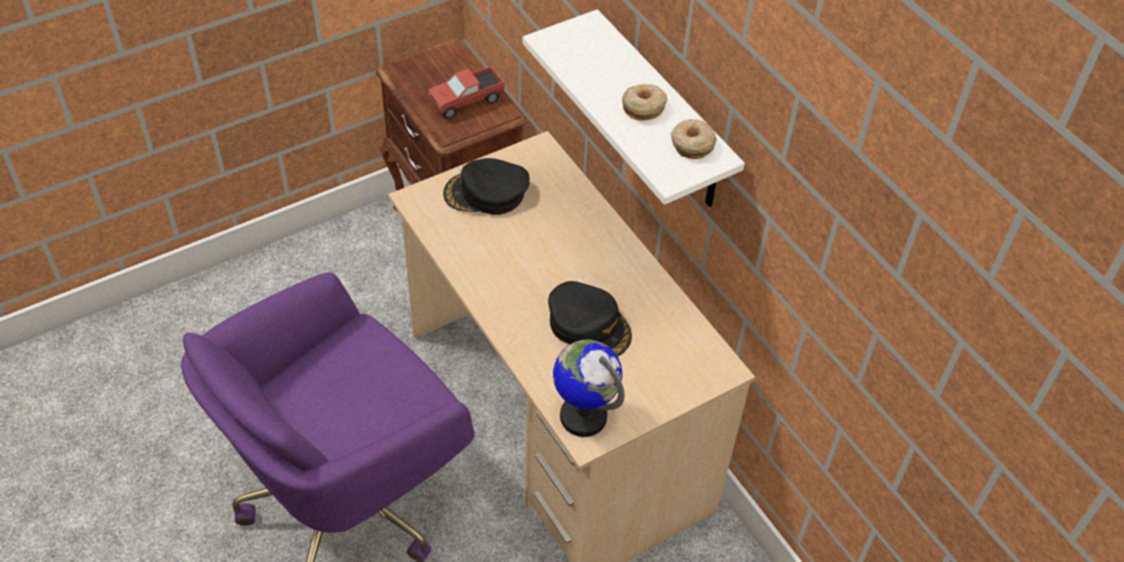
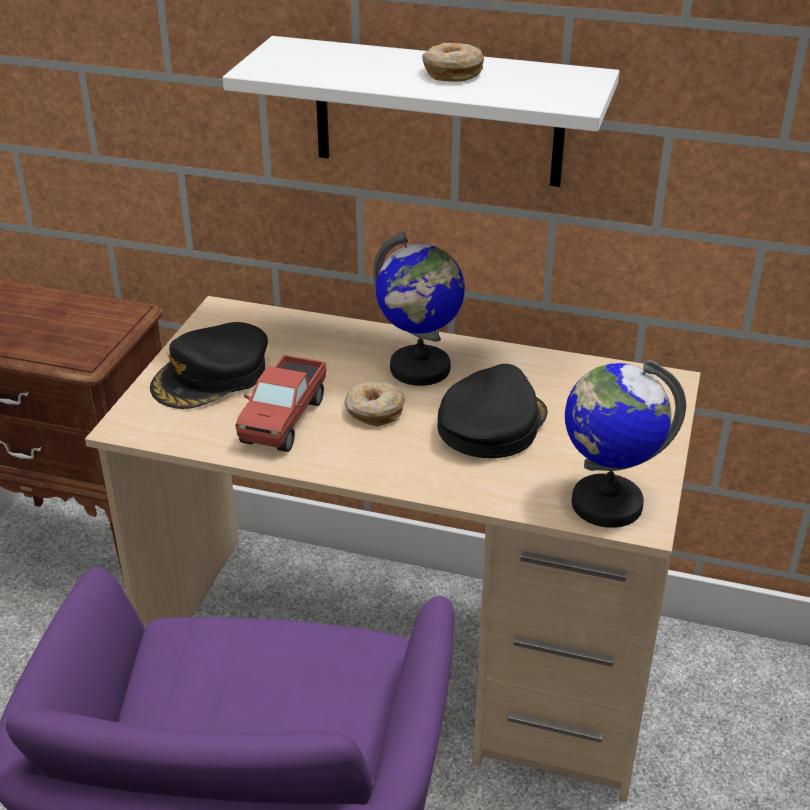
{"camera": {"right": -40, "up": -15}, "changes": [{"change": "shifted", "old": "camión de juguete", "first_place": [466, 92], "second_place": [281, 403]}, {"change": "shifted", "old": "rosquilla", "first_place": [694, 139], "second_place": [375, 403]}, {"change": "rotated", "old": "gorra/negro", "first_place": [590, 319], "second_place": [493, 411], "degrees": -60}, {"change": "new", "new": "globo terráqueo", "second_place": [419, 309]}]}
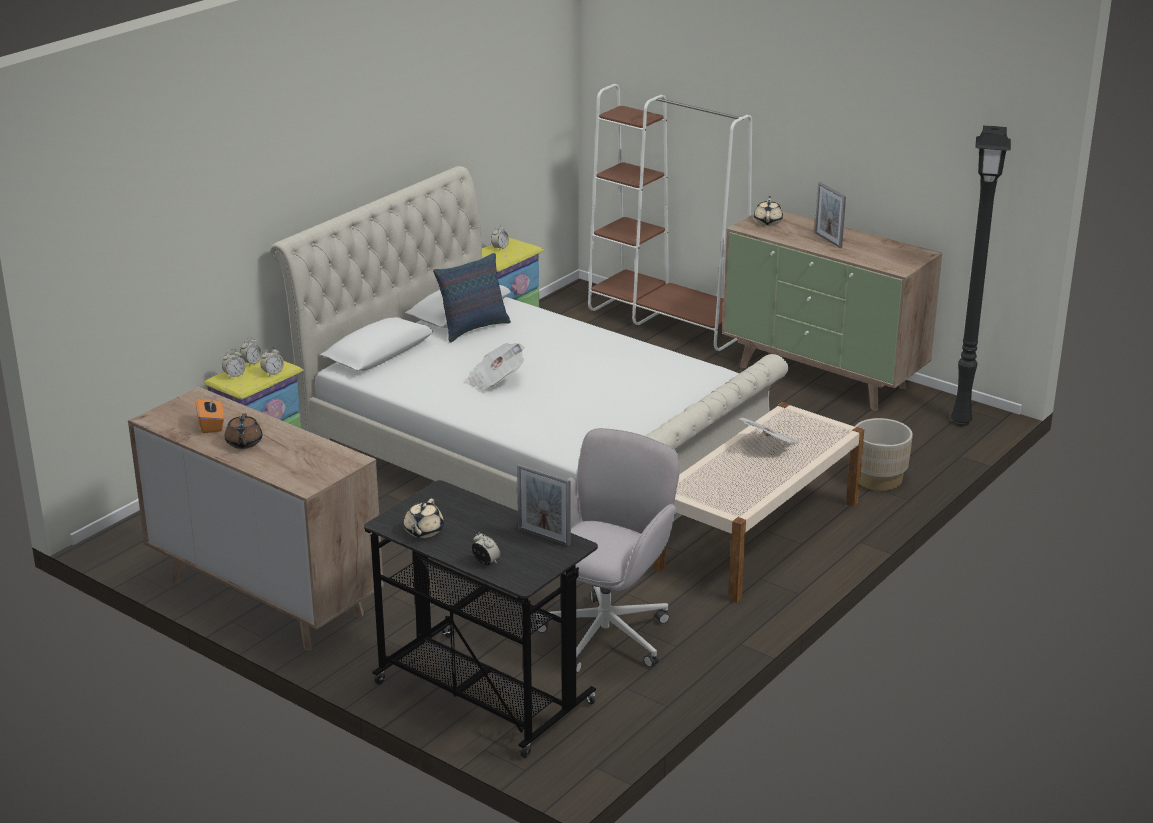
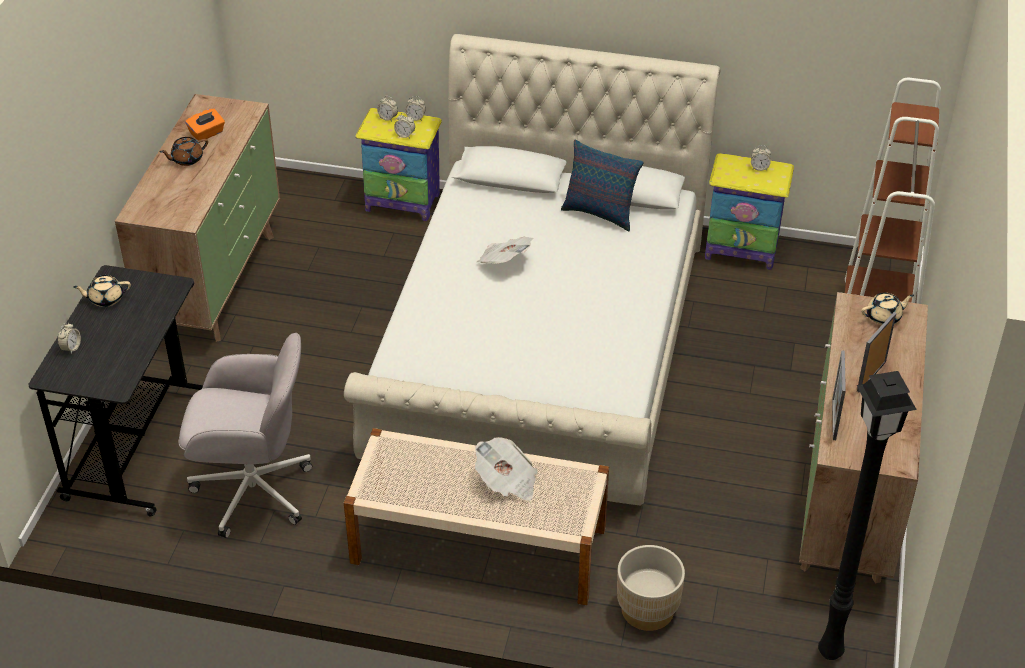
{"camera": {"right": 65, "up": 15}, "changes": [{"change": "shifted", "old": "portarretratos", "first_place": [544, 505], "second_place": [839, 395]}]}
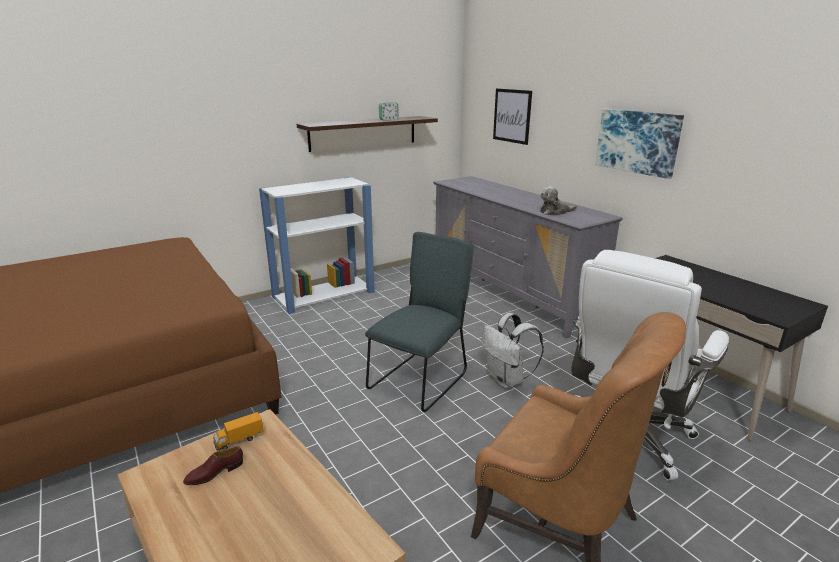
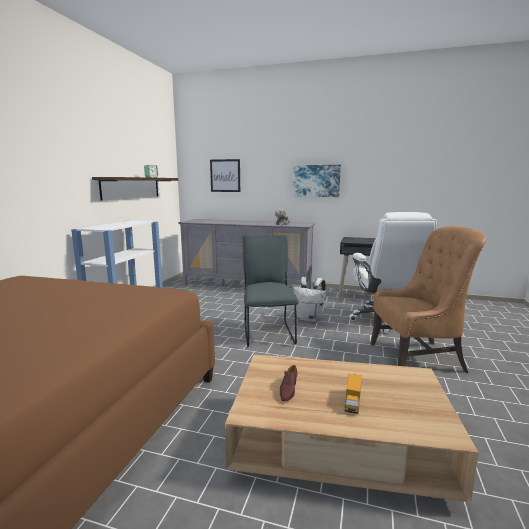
{"camera": {"right": -40, "up": -10}, "changes": [{"change": "shifted", "old": "camión de juguete", "first_place": [238, 431], "second_place": [353, 394]}]}
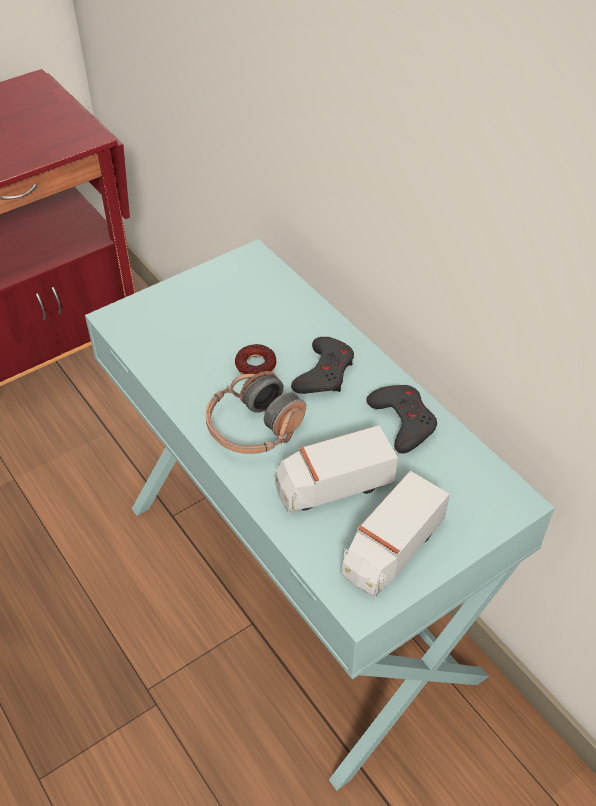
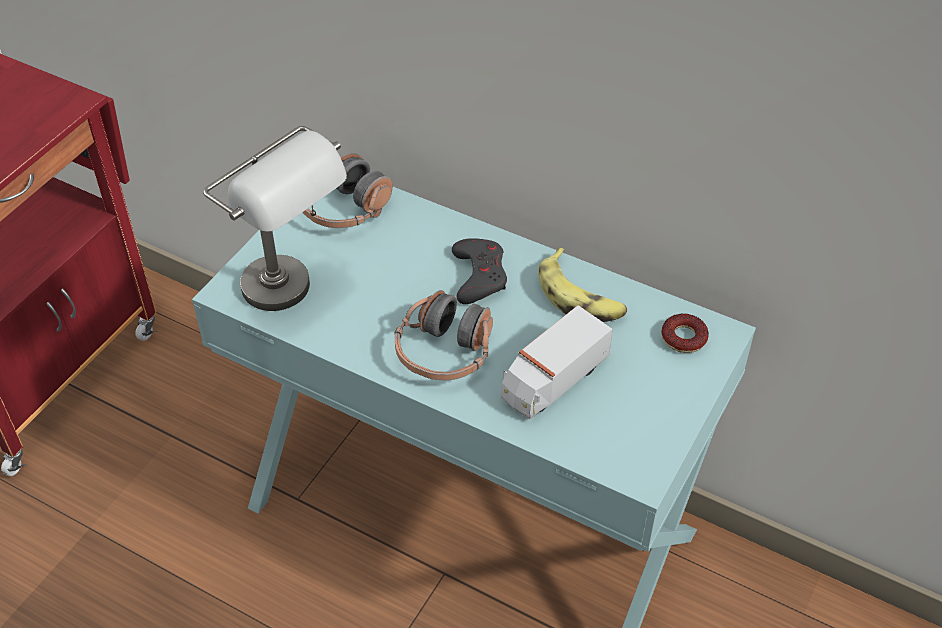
{"camera": {"right": -25, "up": 0}, "changes": [{"change": "shifted", "old": "rosquilla", "first_place": [255, 359], "second_place": [685, 333]}, {"change": "swapped", "old": "mando de consola/gris", "new": "plátano", "first_place": [402, 419], "second_place": [582, 285]}, {"change": "gone", "old": "camión de juguete", "first_place": [395, 534]}, {"change": "new", "new": "lámpara de mesa/gris", "second_place": [275, 218]}, {"change": "new", "new": "auriculares", "second_place": [347, 190]}]}
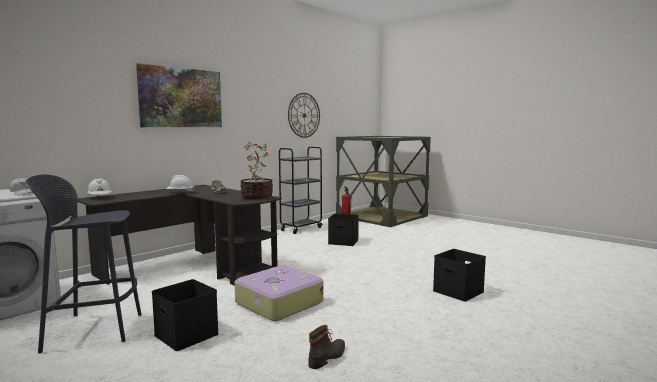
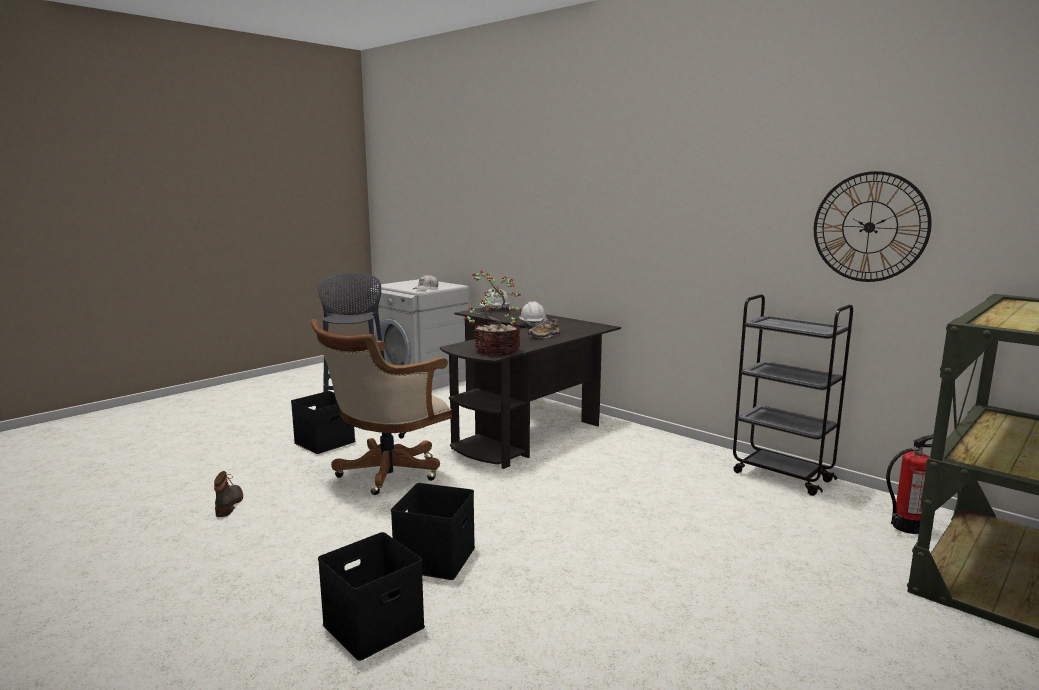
{"camera": {"right": 90, "up": 5}, "changes": [{"change": "gone", "old": "cuadro", "first_place": [179, 95]}, {"change": "shifted", "old": "caja de almacenaje/negro", "first_place": [343, 230], "second_place": [433, 531]}, {"change": "swapped", "old": "maleta", "new": "silla de oficina", "first_place": [279, 293], "second_place": [381, 407]}, {"change": "rotated", "old": "bota", "first_place": [327, 347], "second_place": [228, 494], "degrees": -135}]}
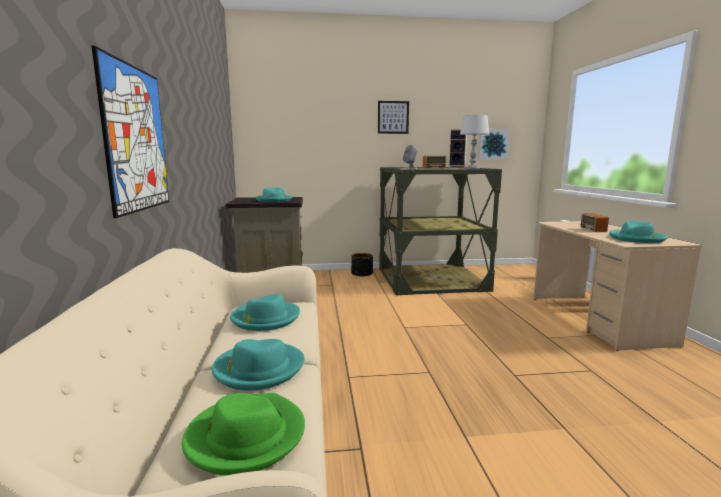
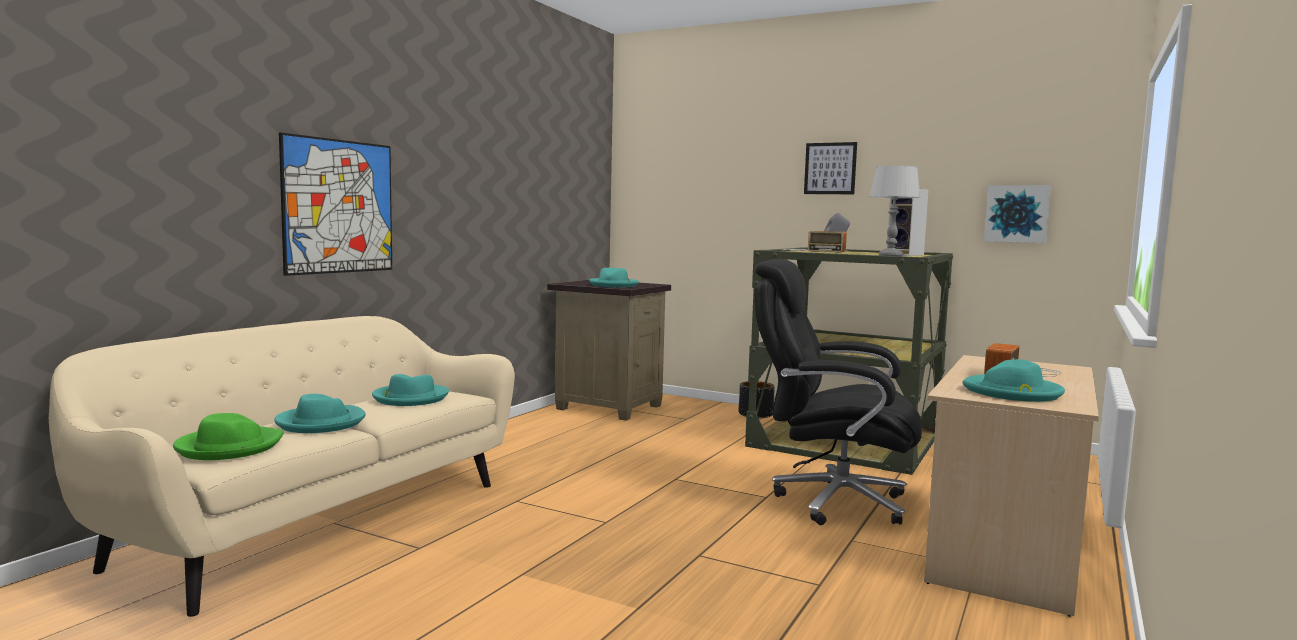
{"camera": {"right": 35, "up": -5}, "changes": [{"change": "new", "new": "silla de oficina/negro", "second_place": [838, 392]}]}
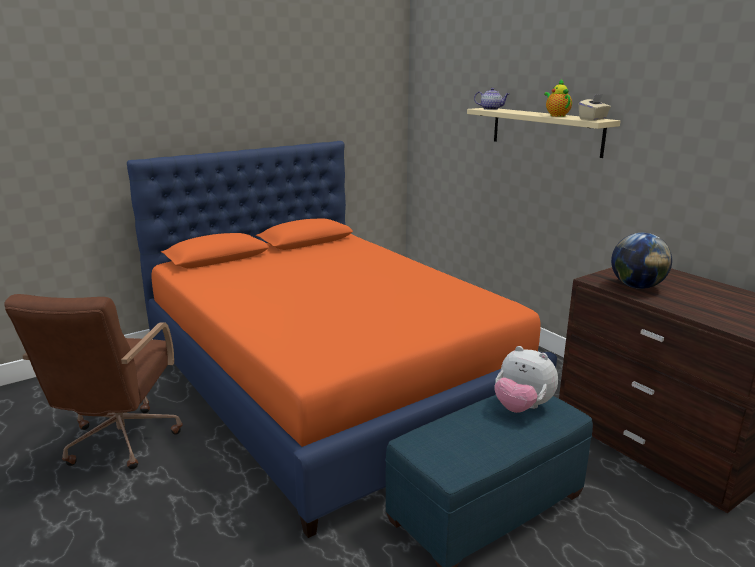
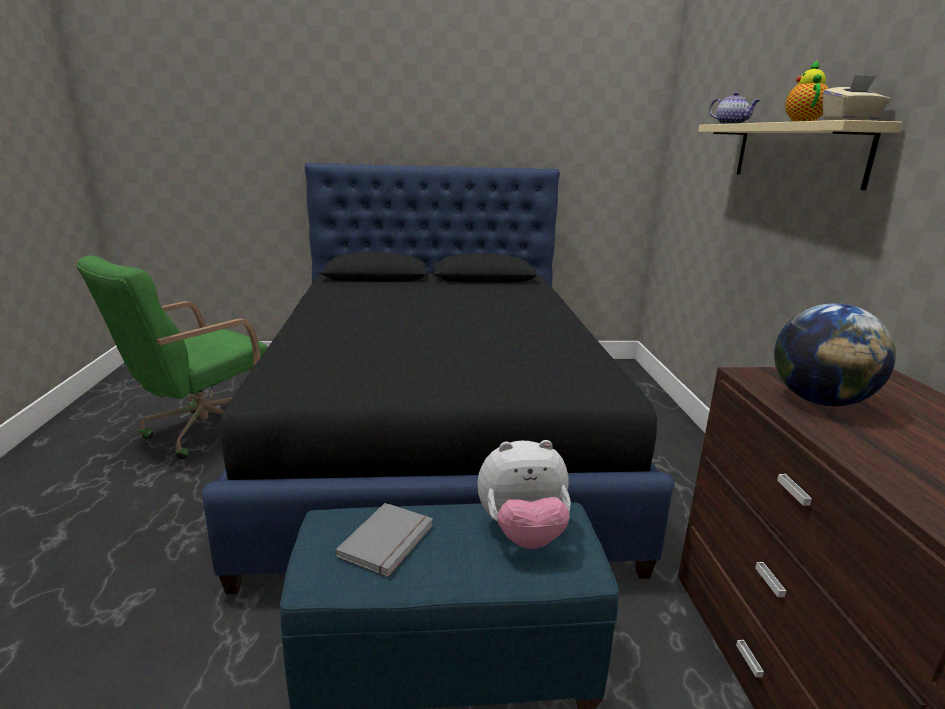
{"camera": {"right": 30, "up": 0}, "changes": [{"change": "repainted", "old": "cama/naranja", "new": "cama/negro", "first_place": [342, 339], "second_place": [438, 378]}, {"change": "repainted", "old": "silla de oficina/marrón", "new": "silla de oficina/verde", "first_place": [93, 381], "second_place": [172, 357]}, {"change": "rotated", "old": "peluche", "first_place": [526, 379], "second_place": [524, 494], "degrees": -75}, {"change": "new", "new": "libro/gris", "second_place": [384, 540]}]}
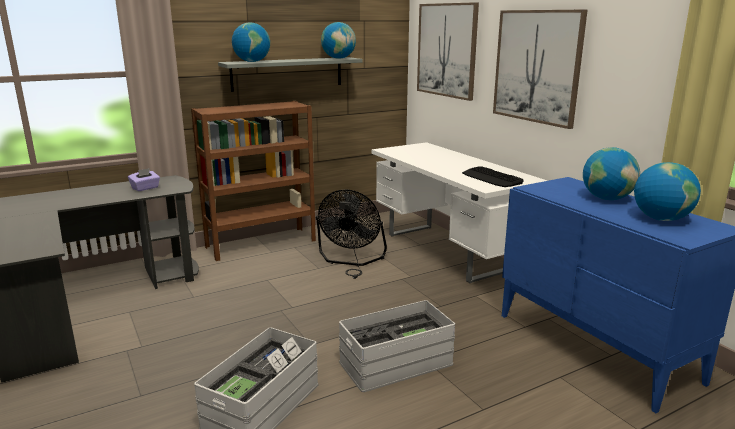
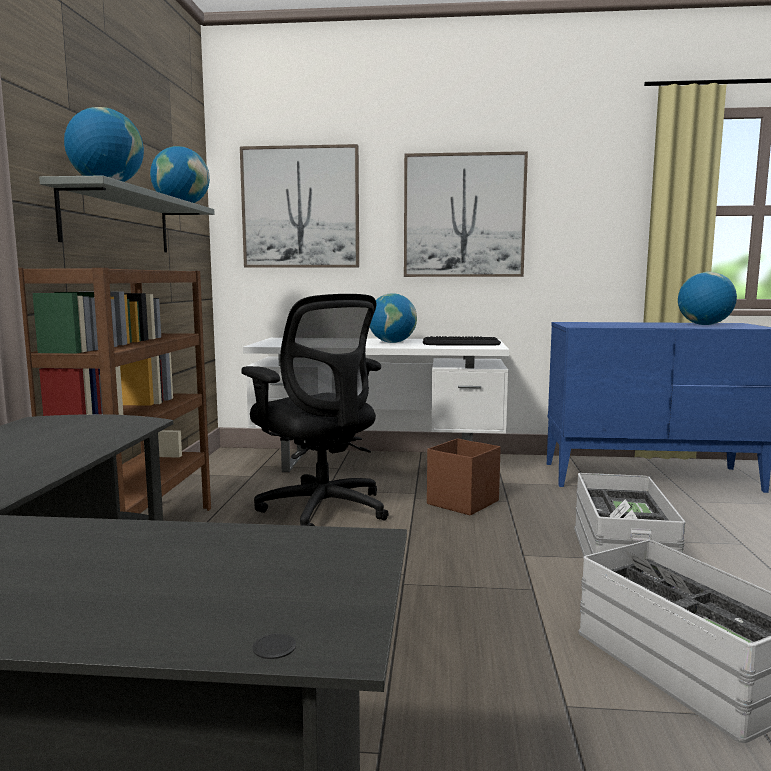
{"camera": {"right": -55, "up": -10}, "changes": [{"change": "shifted", "old": "globo terráqueo", "first_place": [611, 173], "second_place": [393, 318]}, {"change": "gone", "old": "caja de pañuelos/morado", "first_place": [144, 179]}, {"change": "swapped", "old": "ventilador/negro", "new": "silla de oficina/negro", "first_place": [351, 234], "second_place": [315, 410]}, {"change": "new", "new": "caja de almacenaje/marrón", "second_place": [464, 477]}]}
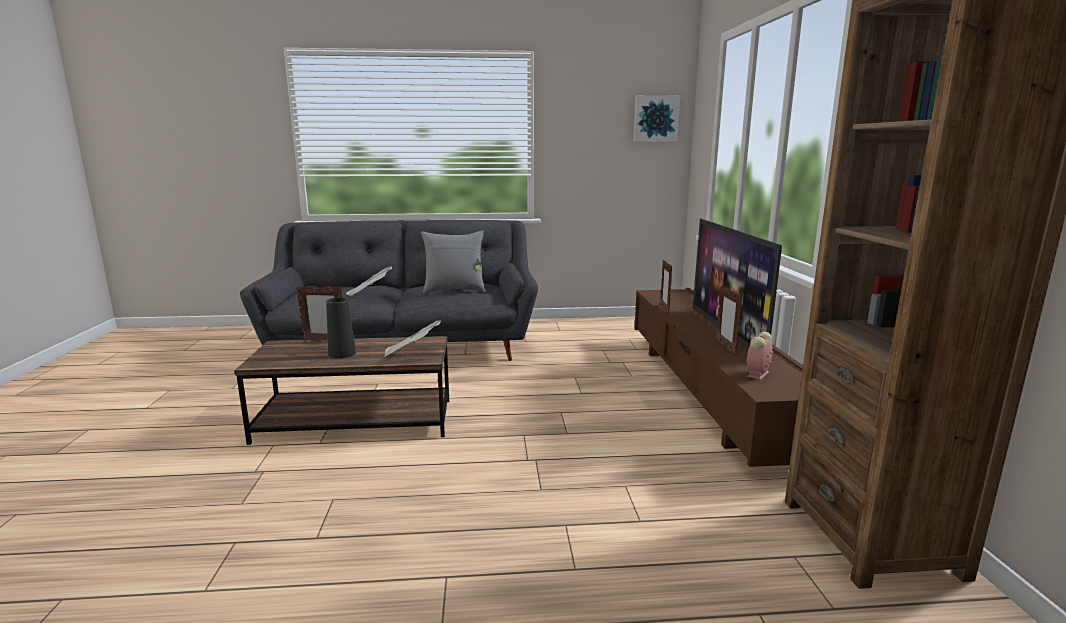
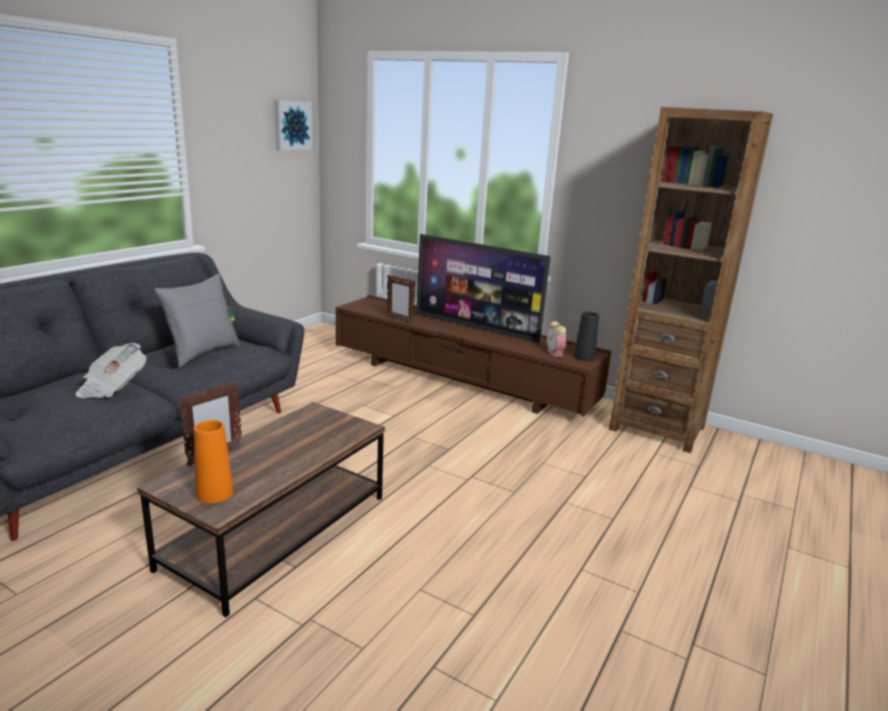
{"camera": {"right": -55, "up": 5}, "changes": [{"change": "gone", "old": "portarretratos", "first_place": [729, 319]}, {"change": "shifted", "old": "florero/negro", "first_place": [341, 328], "second_place": [586, 336]}, {"change": "gone", "old": "periódico", "first_place": [412, 338]}, {"change": "new", "new": "florero/naranja", "second_place": [213, 462]}]}
